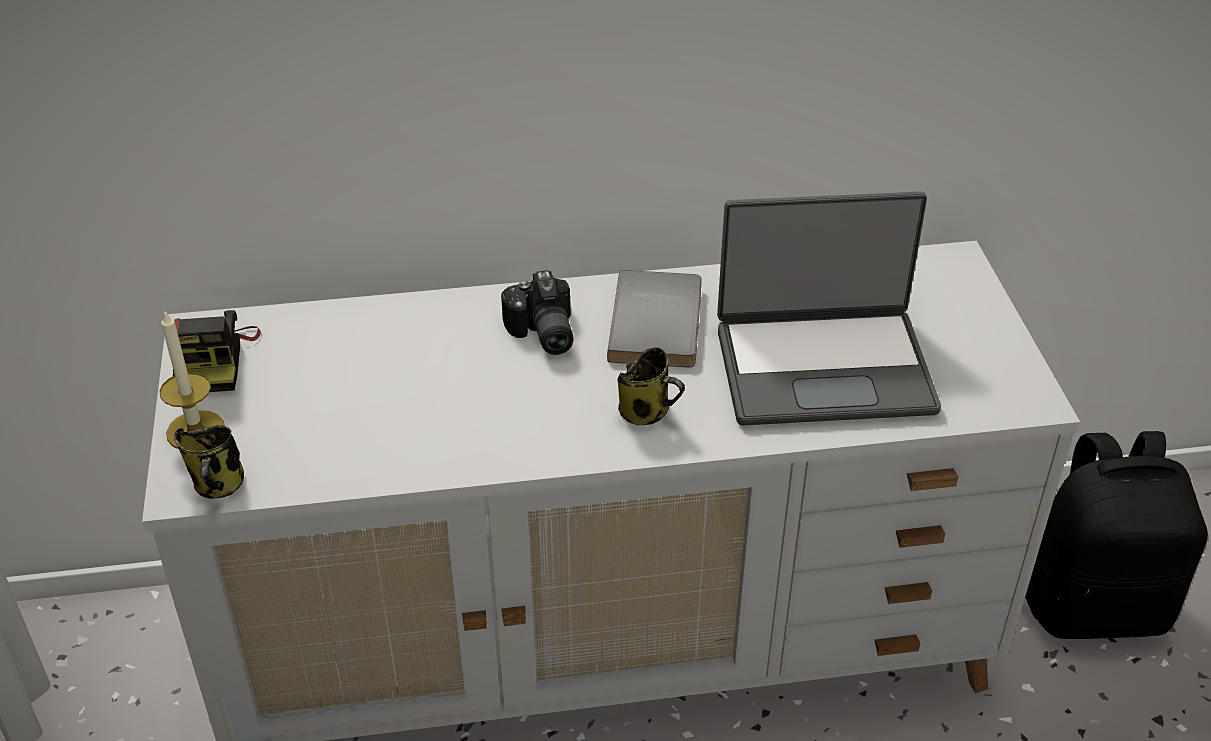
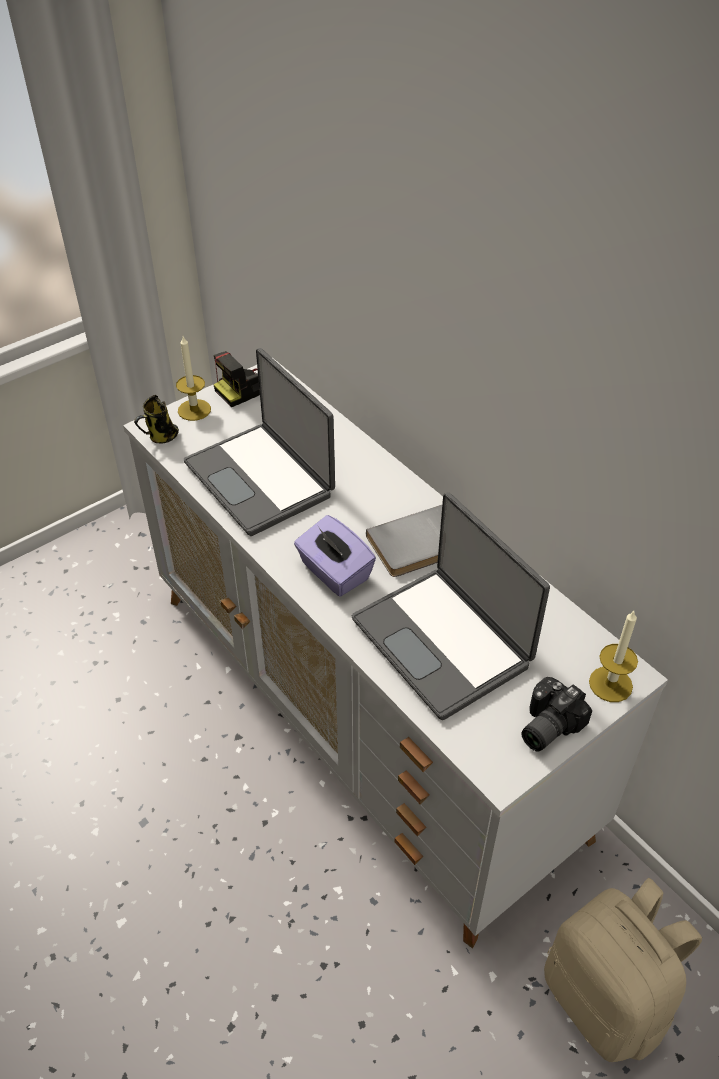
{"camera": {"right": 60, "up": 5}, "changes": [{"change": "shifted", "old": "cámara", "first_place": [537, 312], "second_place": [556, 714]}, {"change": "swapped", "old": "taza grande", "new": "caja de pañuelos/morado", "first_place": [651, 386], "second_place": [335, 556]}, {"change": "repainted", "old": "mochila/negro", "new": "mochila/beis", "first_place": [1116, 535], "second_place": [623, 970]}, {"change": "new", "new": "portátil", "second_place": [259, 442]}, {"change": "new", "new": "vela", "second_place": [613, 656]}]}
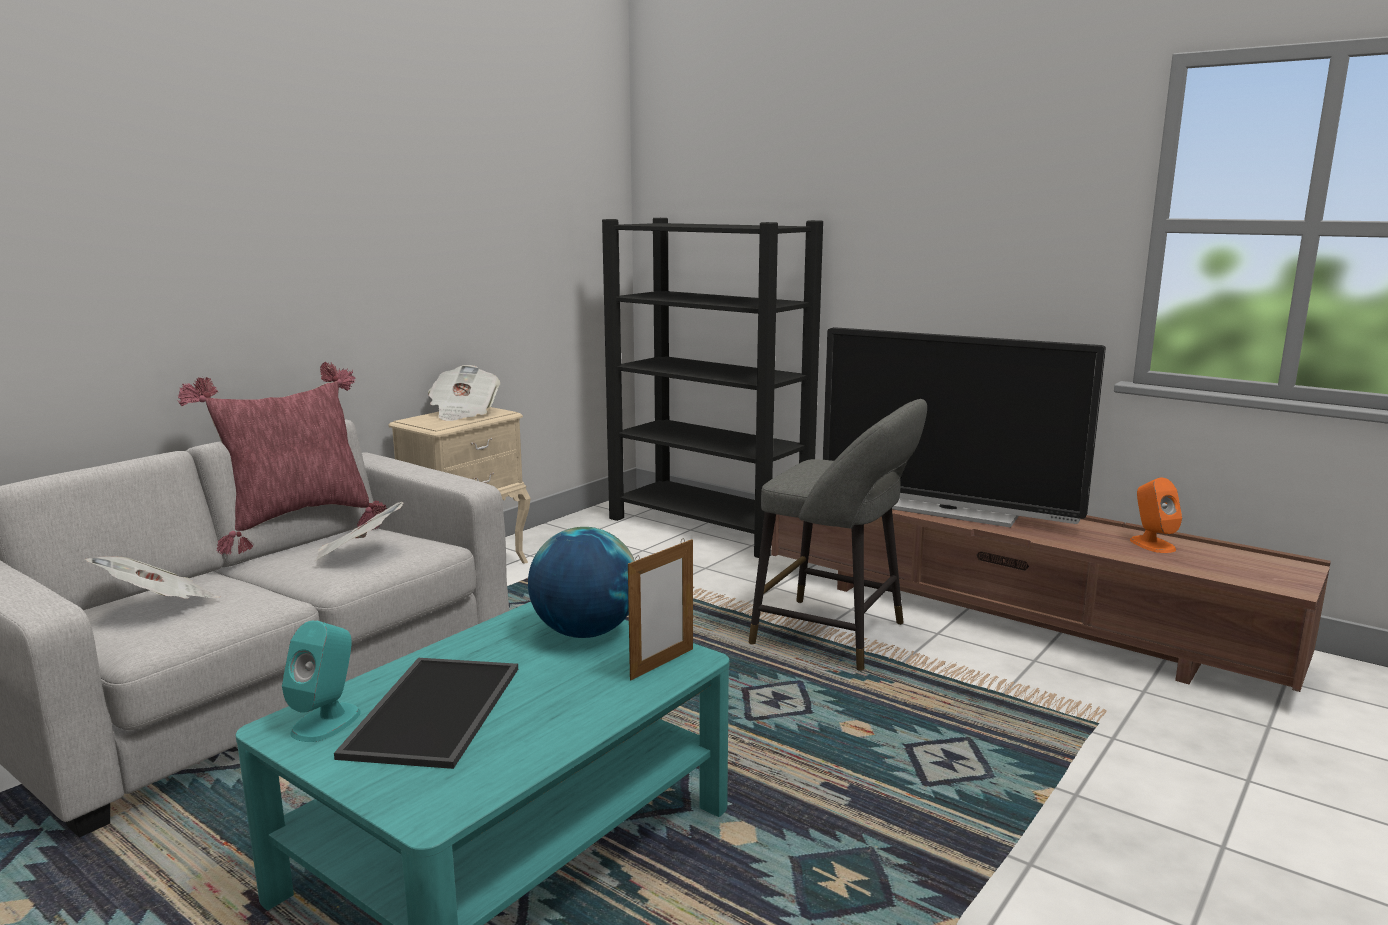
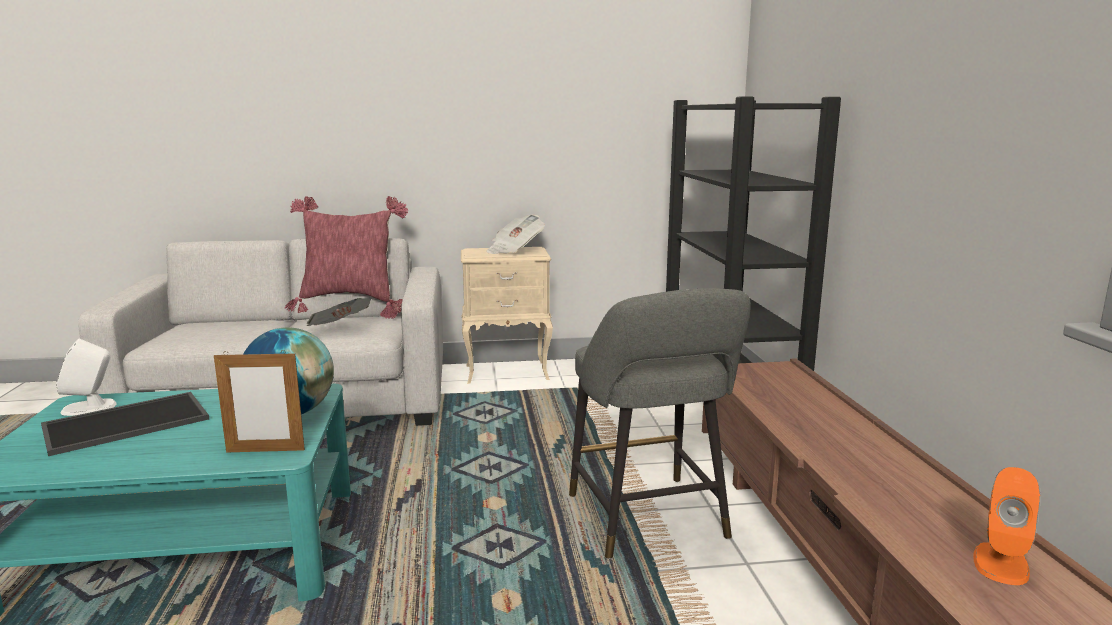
{"camera": {"right": 45, "up": 0}, "changes": [{"change": "gone", "old": "televisor", "first_place": [964, 427]}, {"change": "gone", "old": "periódico", "first_place": [152, 577]}, {"change": "repainted", "old": "altavoz/turquesa", "new": "altavoz/blanco", "first_place": [321, 681], "second_place": [86, 377]}]}
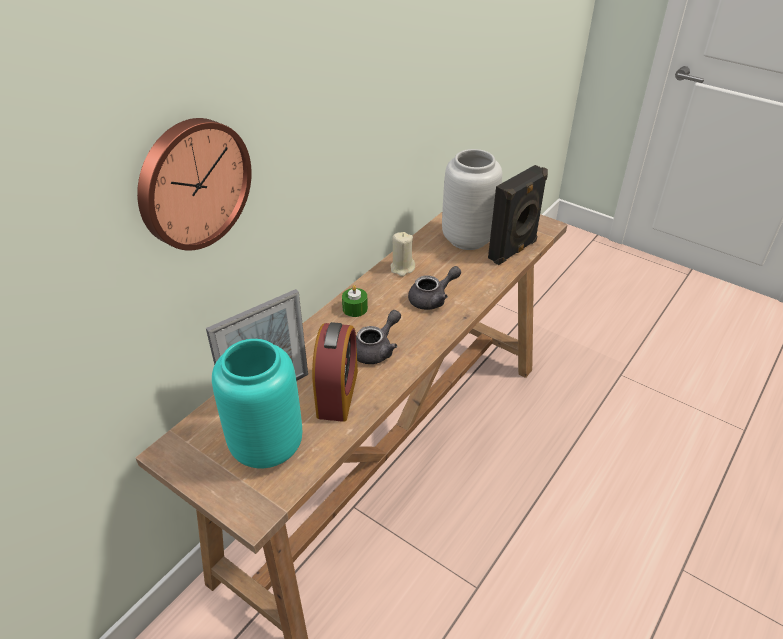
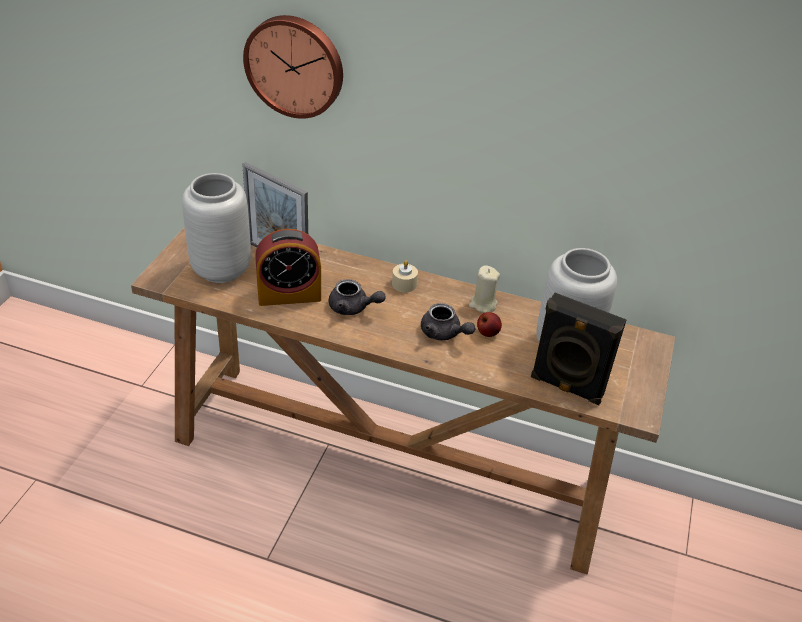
{"camera": {"right": 70, "up": 0}, "changes": [{"change": "repainted", "old": "vela/verde", "new": "vela/beis", "first_place": [355, 301], "second_place": [405, 276]}, {"change": "repainted", "old": "florero/turquesa", "new": "florero/gris", "first_place": [257, 403], "second_place": [216, 228]}, {"change": "new", "new": "manzana", "second_place": [489, 324]}]}
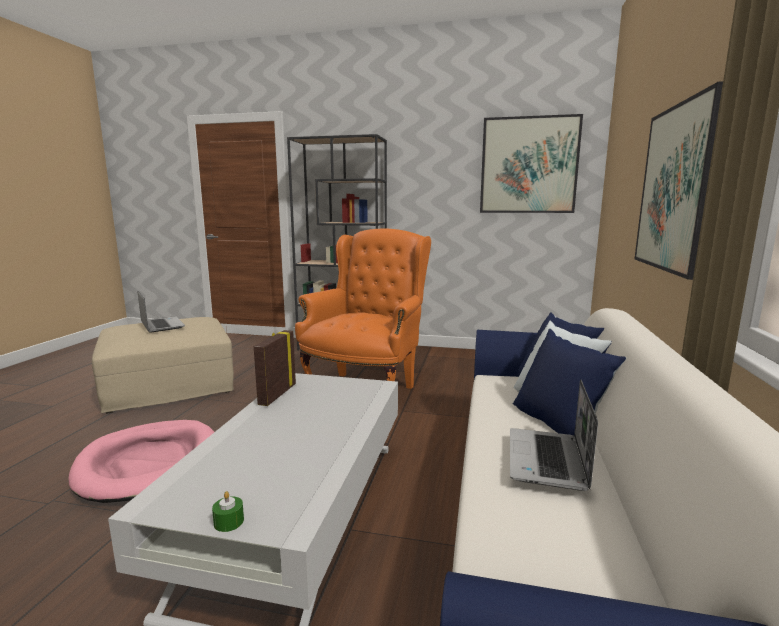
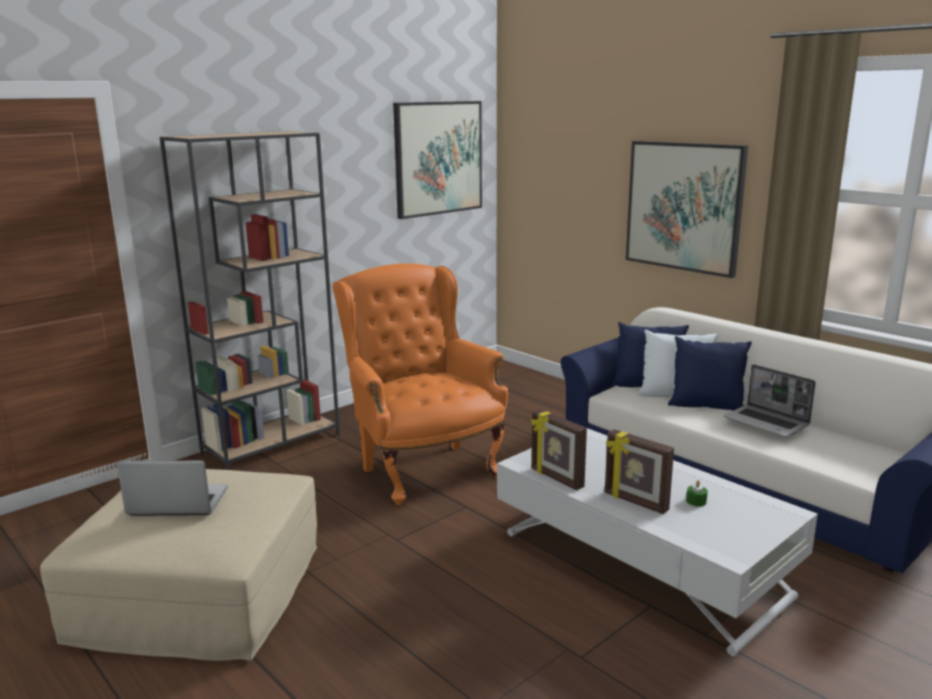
{"camera": {"right": -55, "up": 5}, "changes": [{"change": "gone", "old": "cama para perro/rosa", "first_place": [141, 461]}, {"change": "shifted", "old": "vela/verde", "first_place": [228, 511], "second_place": [697, 493]}, {"change": "new", "new": "portarretratos", "second_place": [639, 471]}]}
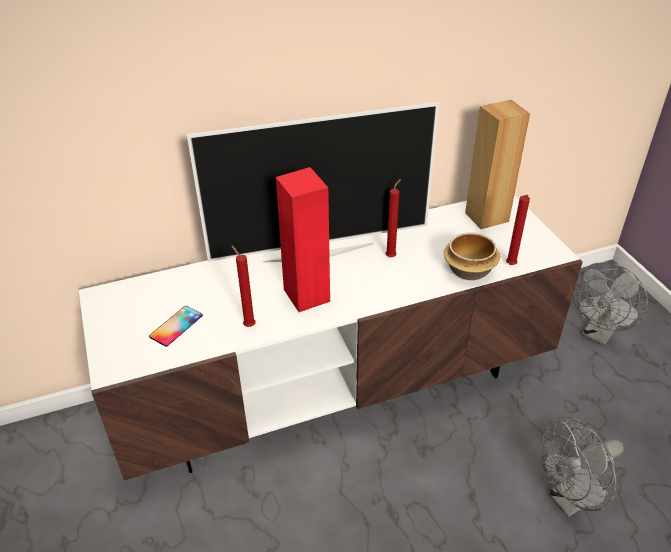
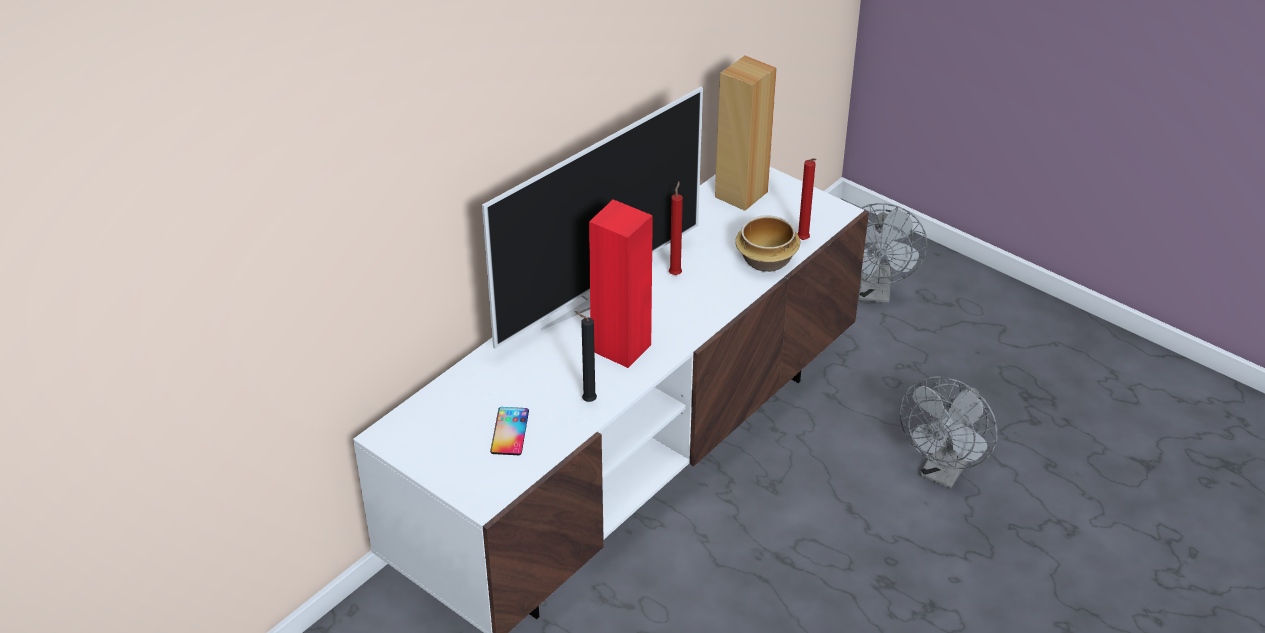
{"camera": {"right": -30, "up": 0}, "changes": [{"change": "repainted", "old": "vela/rojo", "new": "vela/negro", "first_place": [243, 286], "second_place": [585, 356]}]}
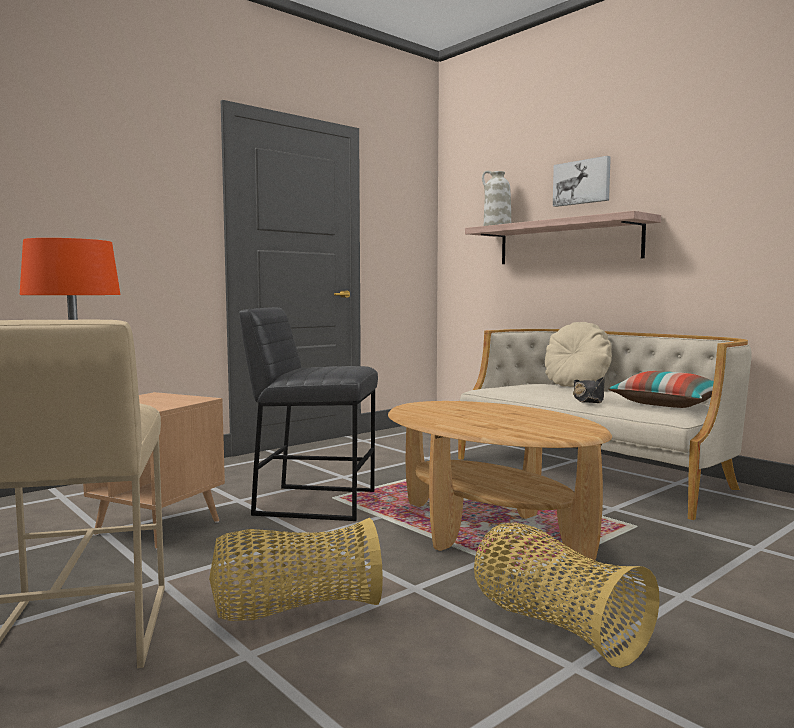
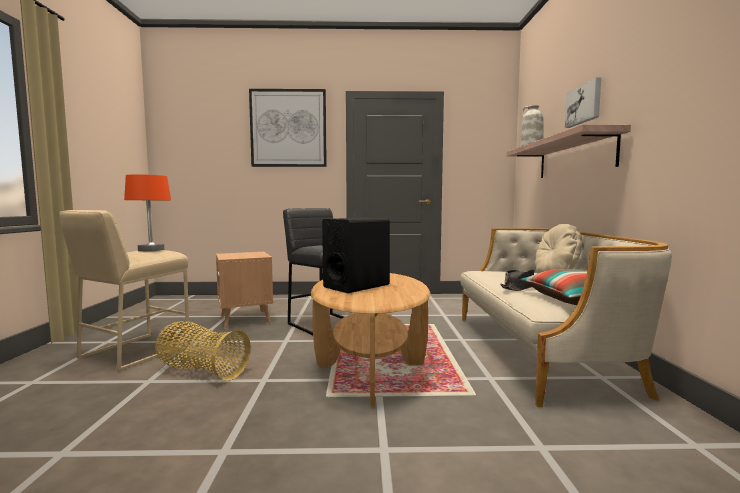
{"camera": {"right": 40, "up": 0}, "changes": [{"change": "gone", "old": "cesta", "first_place": [567, 595]}, {"change": "new", "new": "cuadro", "second_place": [288, 128]}, {"change": "new", "new": "altavoz/negro", "second_place": [356, 255]}]}
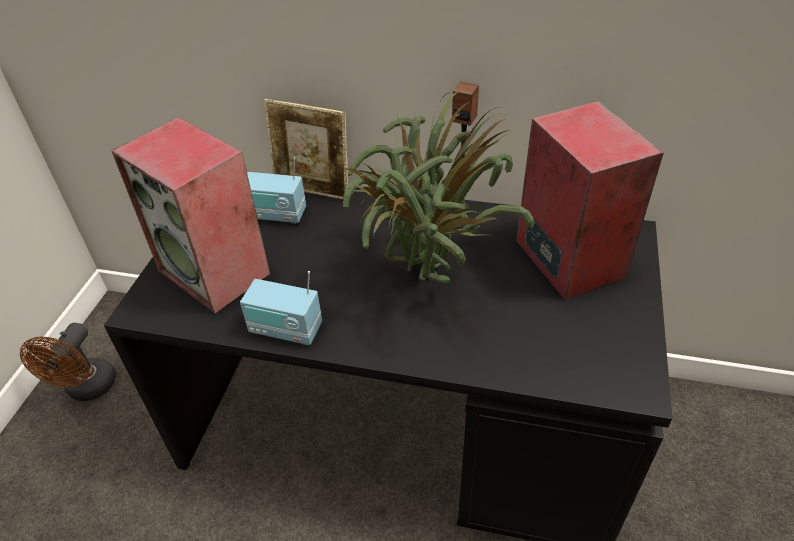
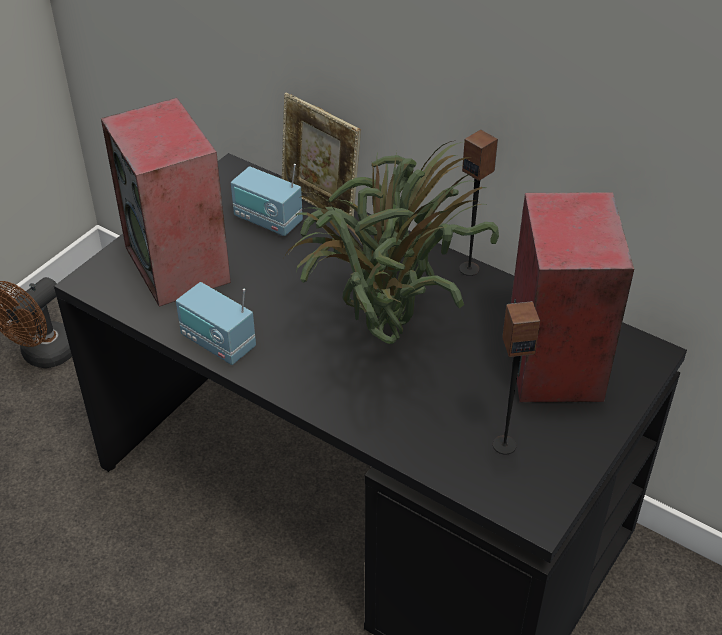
{"camera": {"right": 20, "up": 0}, "changes": [{"change": "new", "new": "altavoz", "second_place": [516, 378]}]}
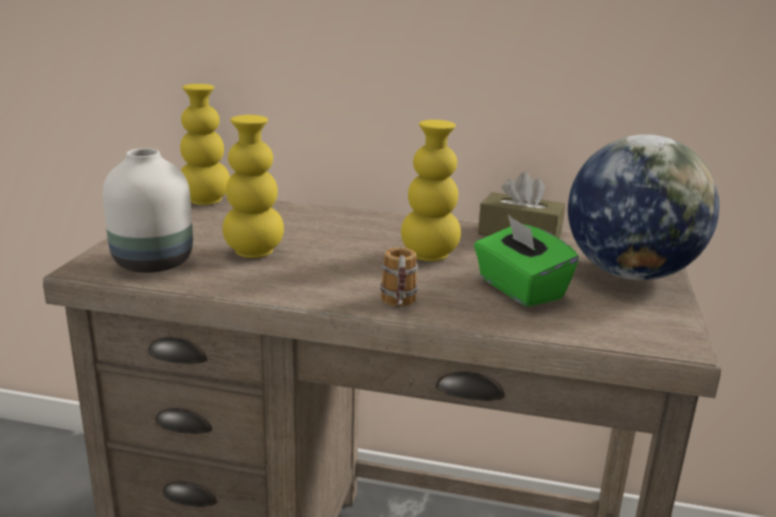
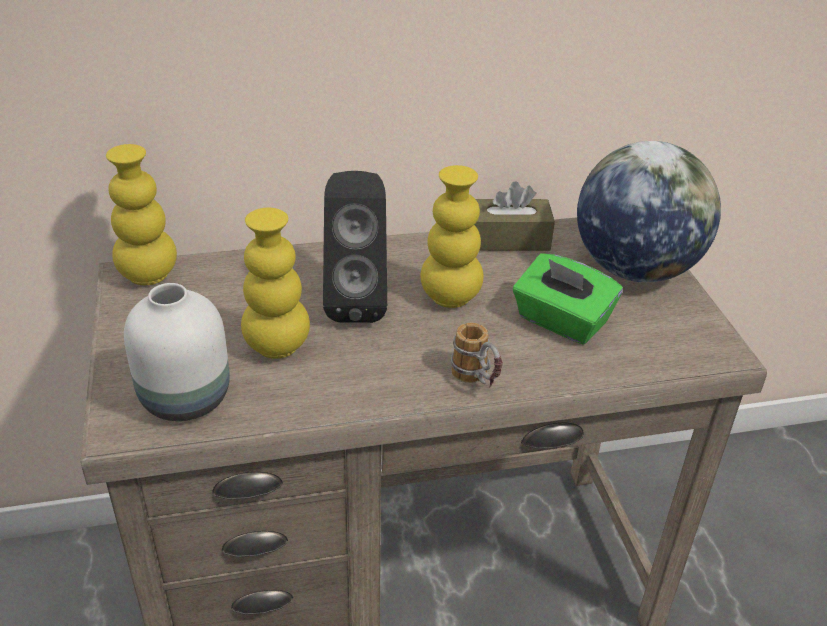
{"camera": {"right": -25, "up": 15}, "changes": [{"change": "new", "new": "altavoz/negro", "second_place": [355, 247]}]}
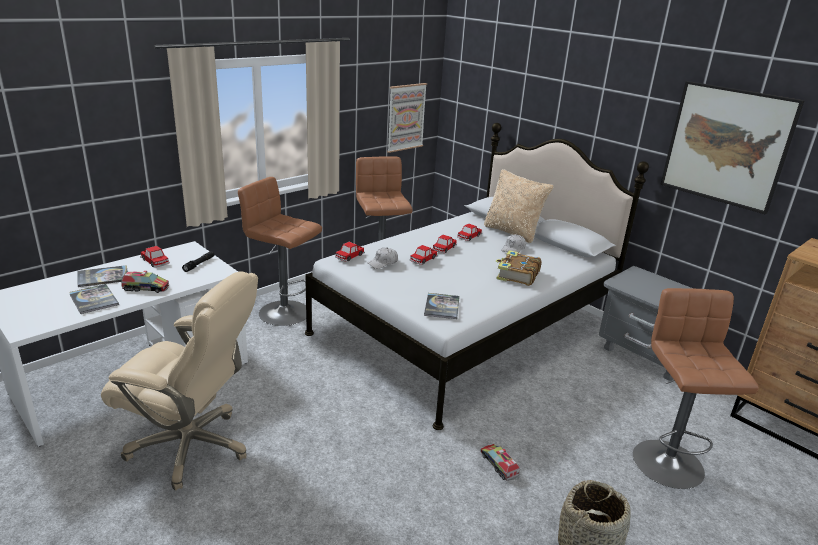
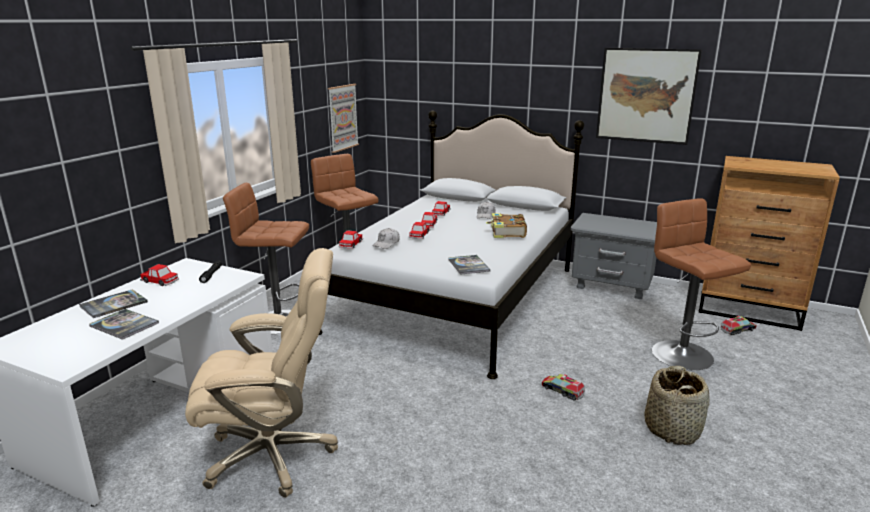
{"camera": {"right": -20, "up": -5}, "changes": [{"change": "gone", "old": "cojín/beis", "first_place": [518, 206]}, {"change": "shifted", "old": "camión de juguete", "first_place": [145, 282], "second_place": [739, 325]}]}
